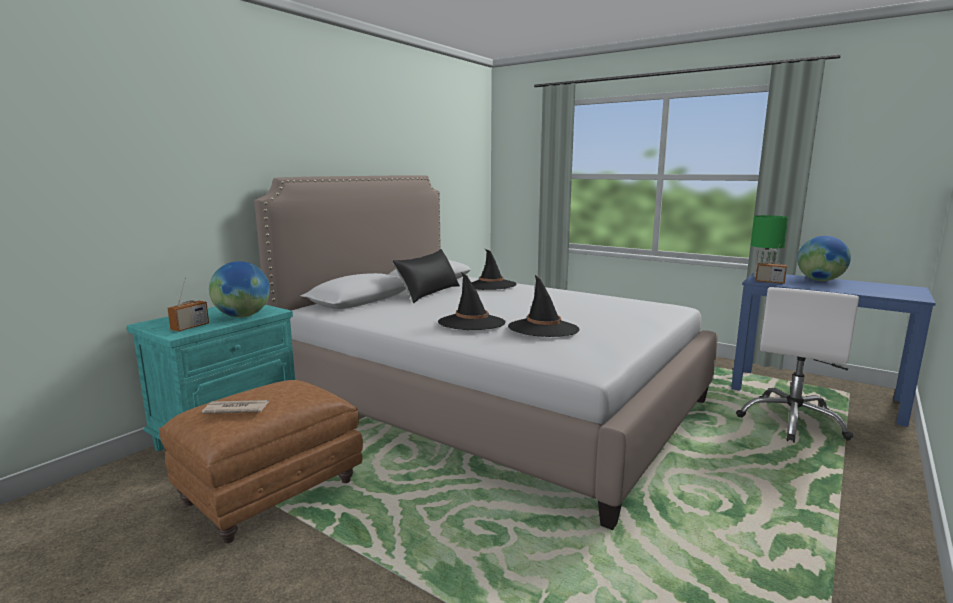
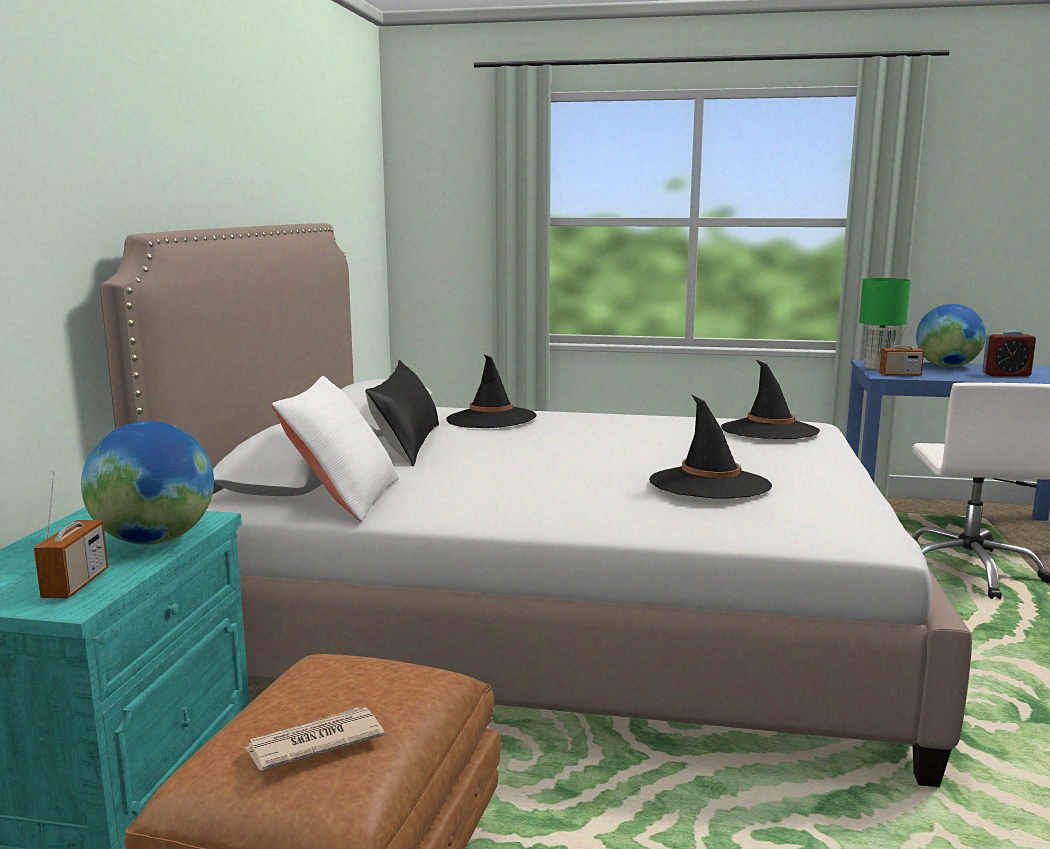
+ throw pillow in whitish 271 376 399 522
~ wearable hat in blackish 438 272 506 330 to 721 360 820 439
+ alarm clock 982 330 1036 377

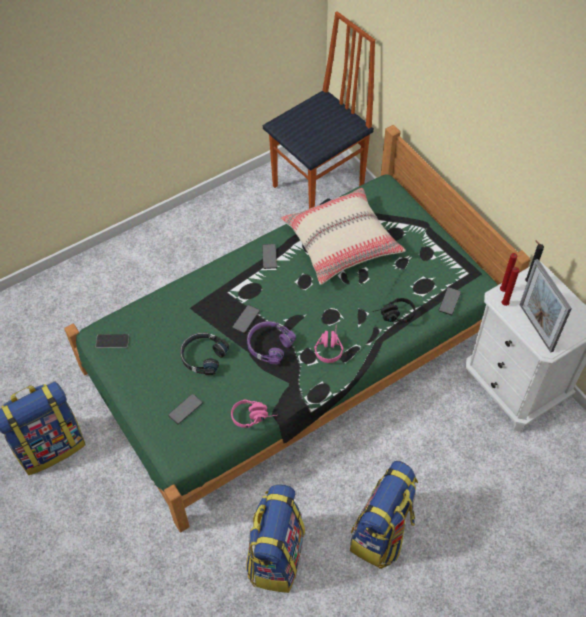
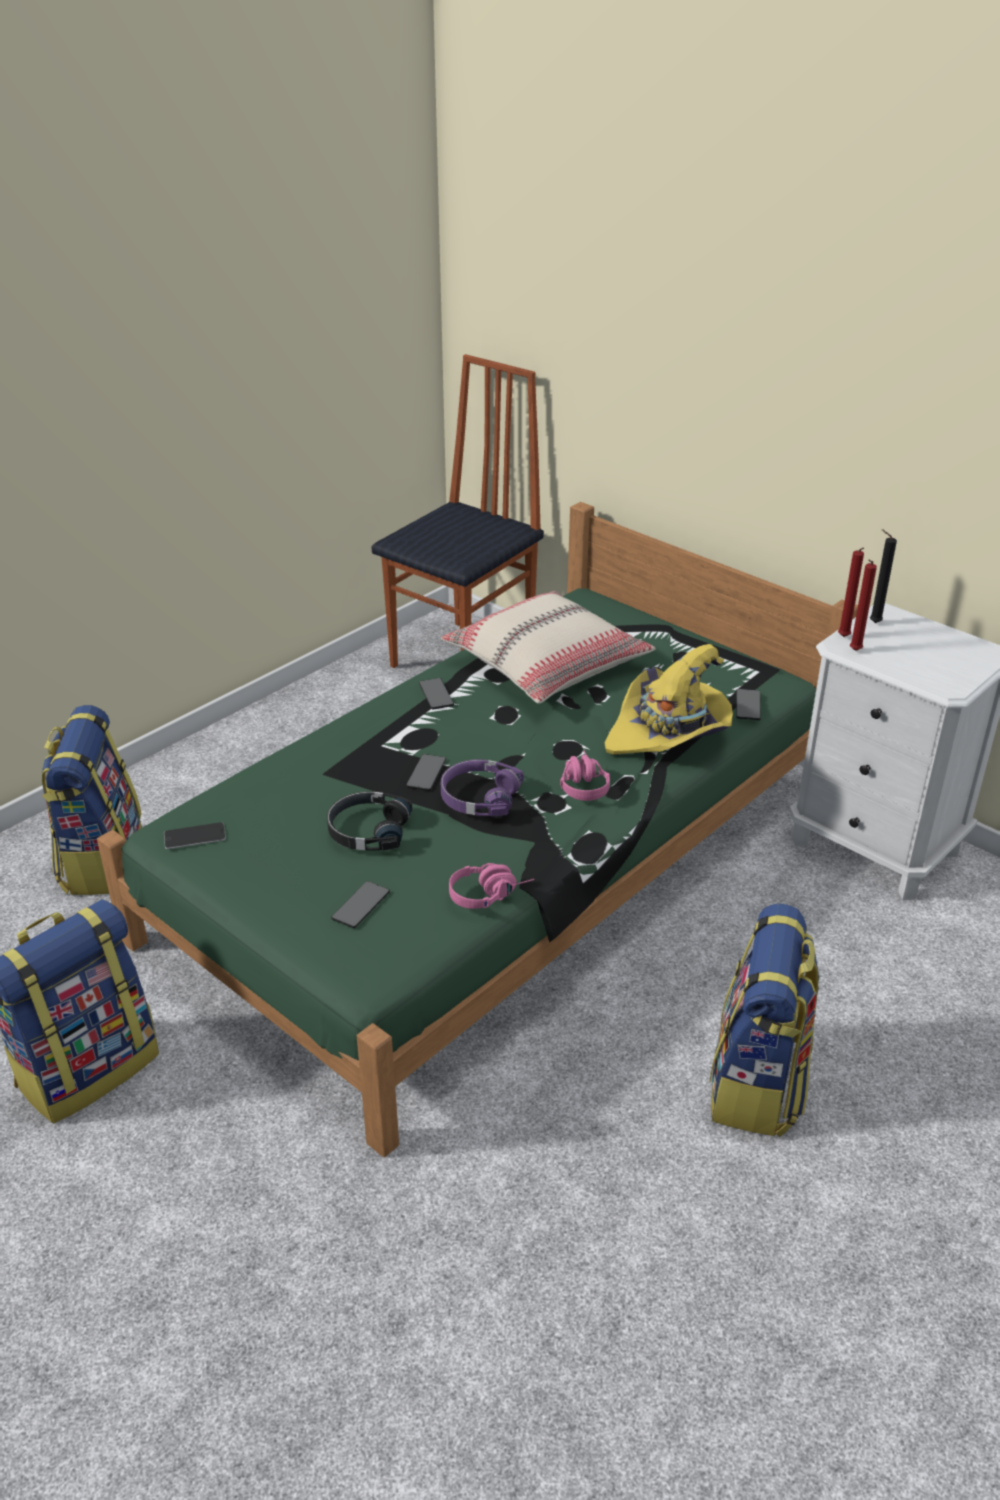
~ rucksack 246 485 305 593 to 42 705 142 895
~ headset in blackish 372 298 416 323 to wearable hat in yellow-coloured 604 644 733 755
- picture frame 520 259 572 353

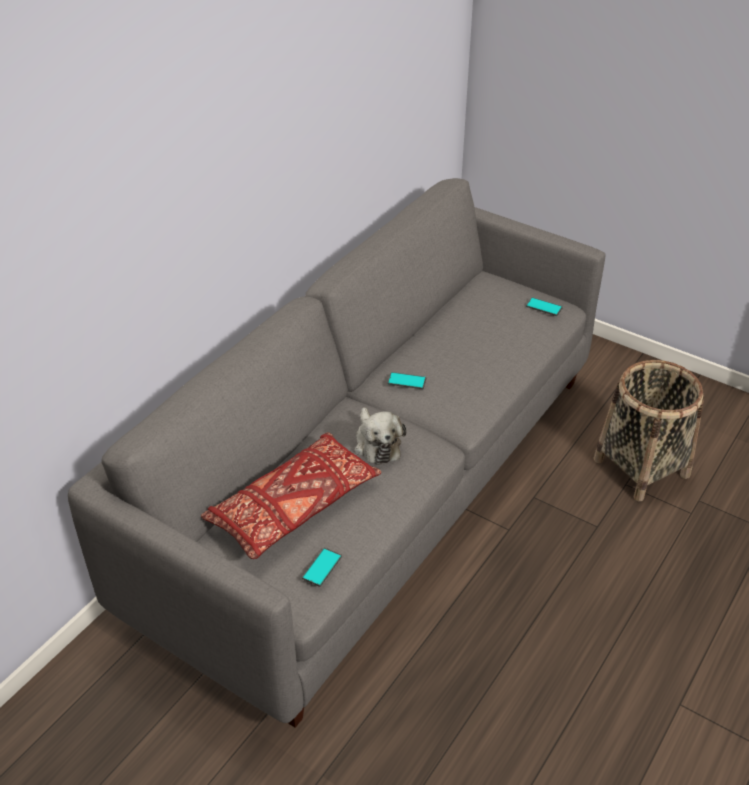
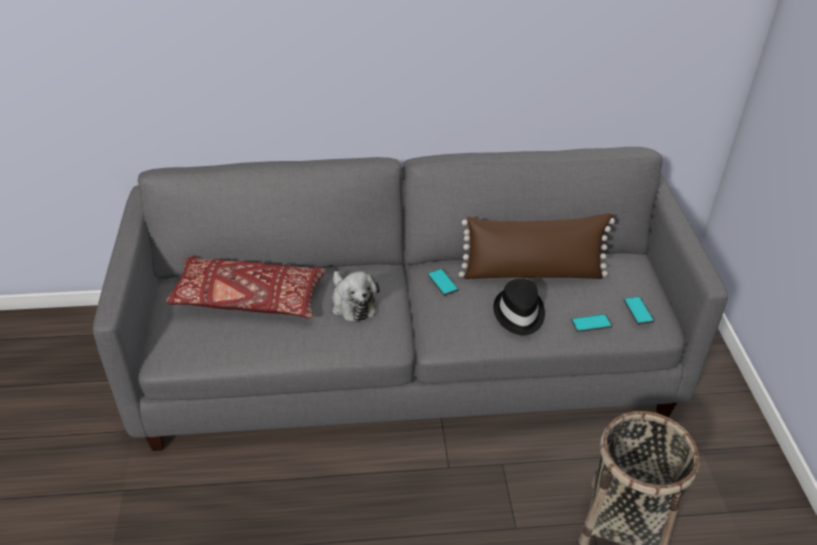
~ plush toy 354 407 406 465 = 332 271 379 322 60 degrees counterclockwise
+ throw pillow in brown-coloured 459 213 615 279
+ wearable hat in blackish 493 278 545 335
~ phone 302 548 342 587 to 571 314 612 332

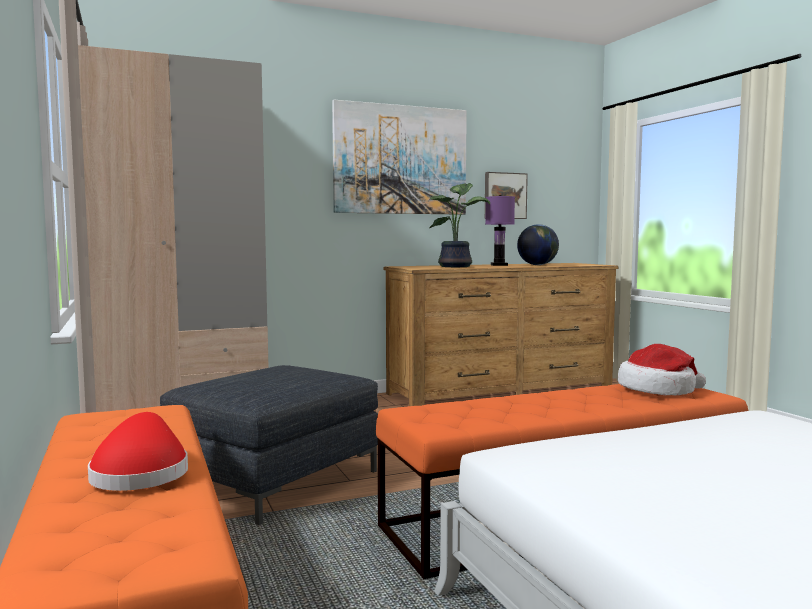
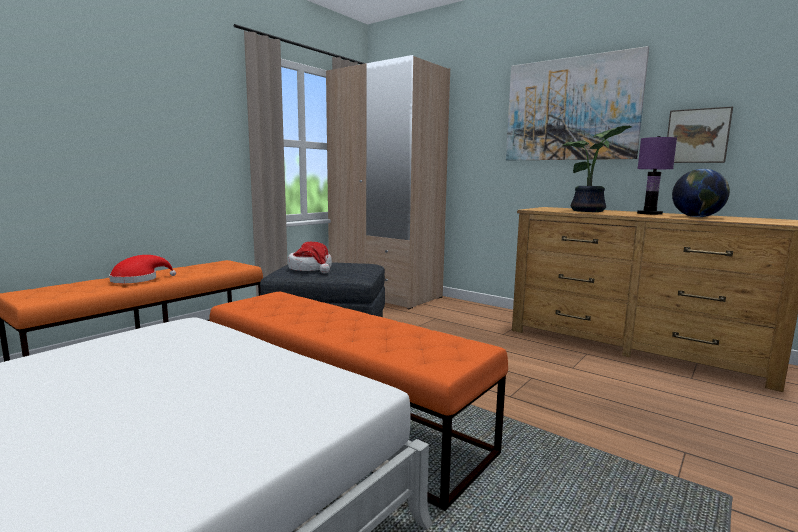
~ wearable hat 618 344 706 395 to 288 242 332 273

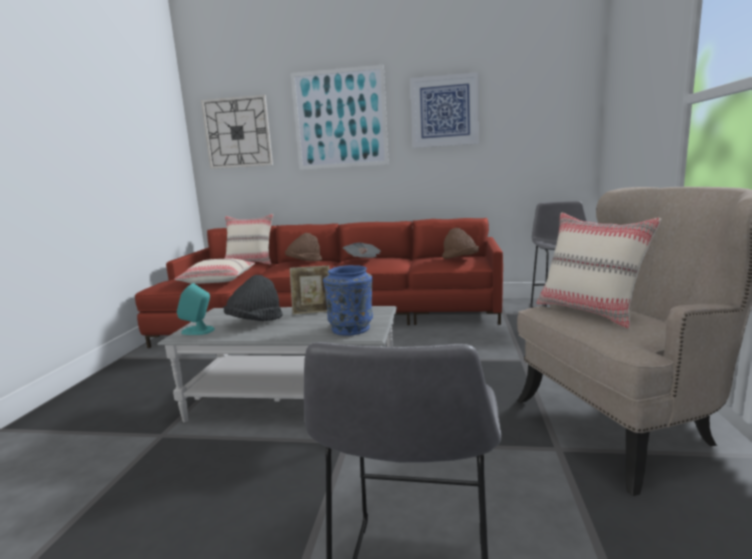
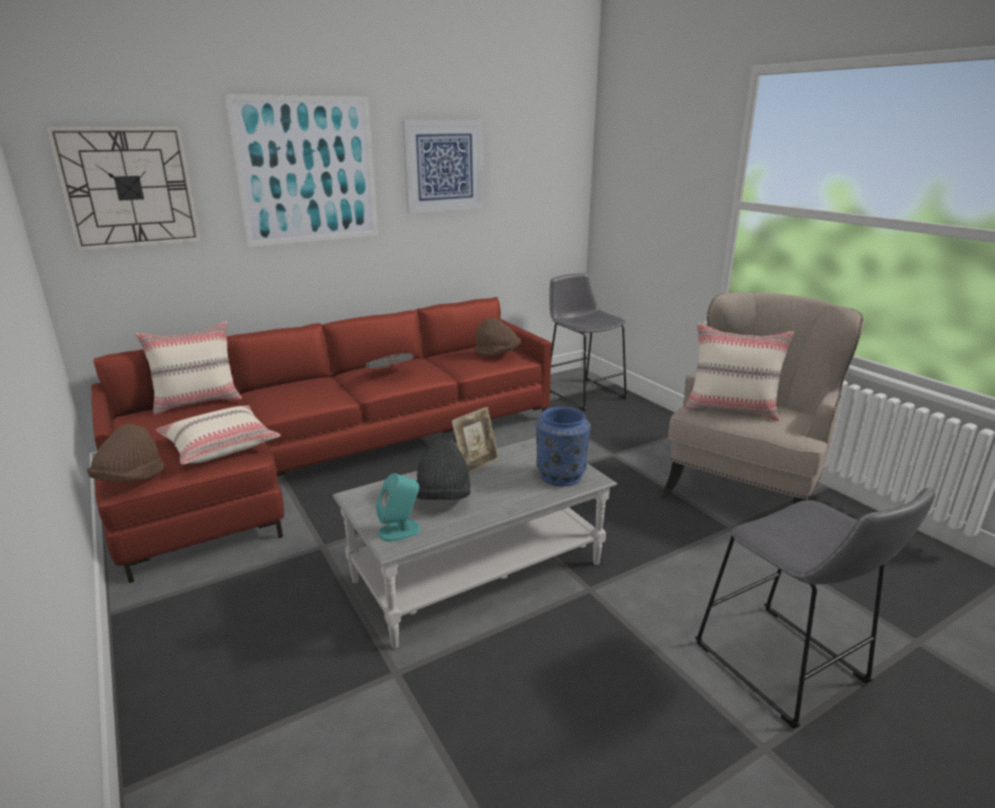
~ wearable hat in brown-coloured 285 233 322 261 to 87 424 164 482

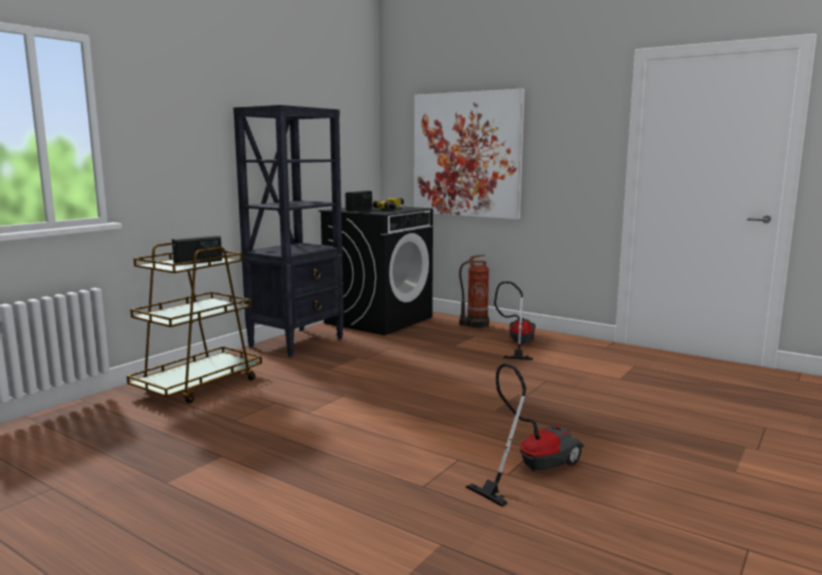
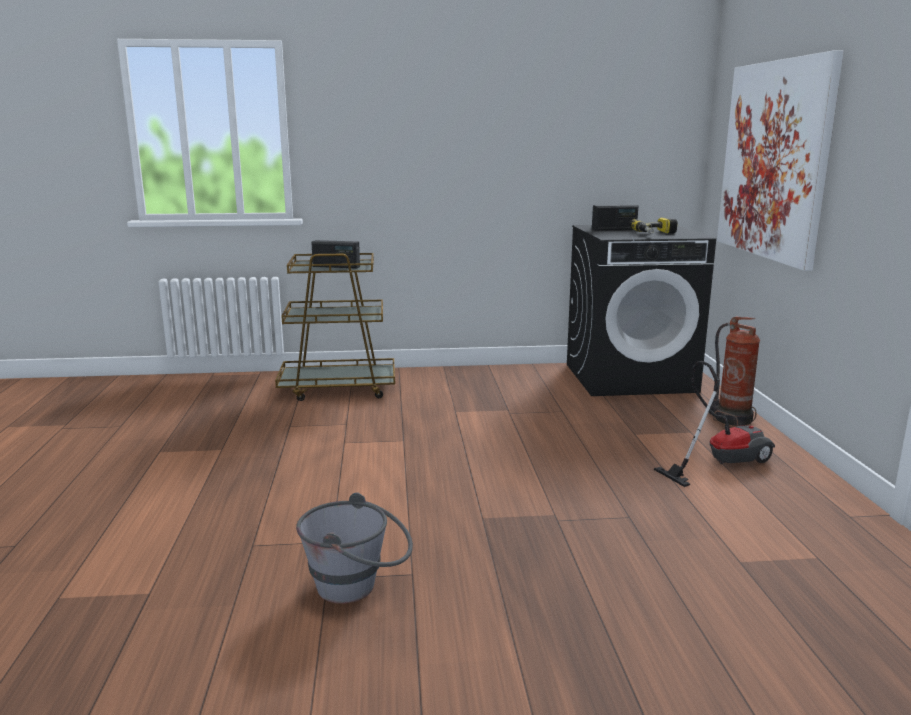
~ vacuum cleaner 466 363 583 507 to water bucket in grey 296 492 413 604
- bookcase in blackish 233 105 344 357

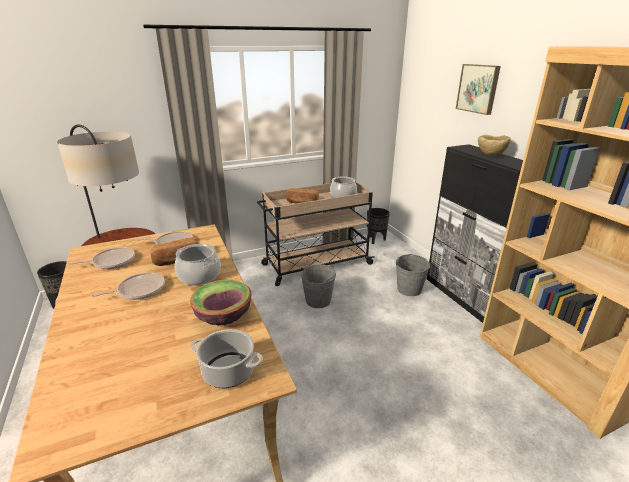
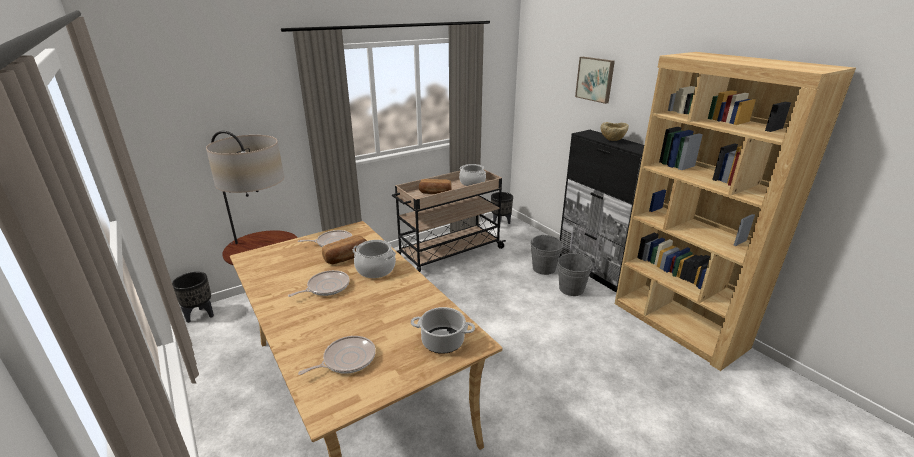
~ skillet 68 247 135 269 to 298 336 376 375
~ water bucket in grey 301 264 336 308 to 558 253 593 296
- serving bowl 190 280 251 326

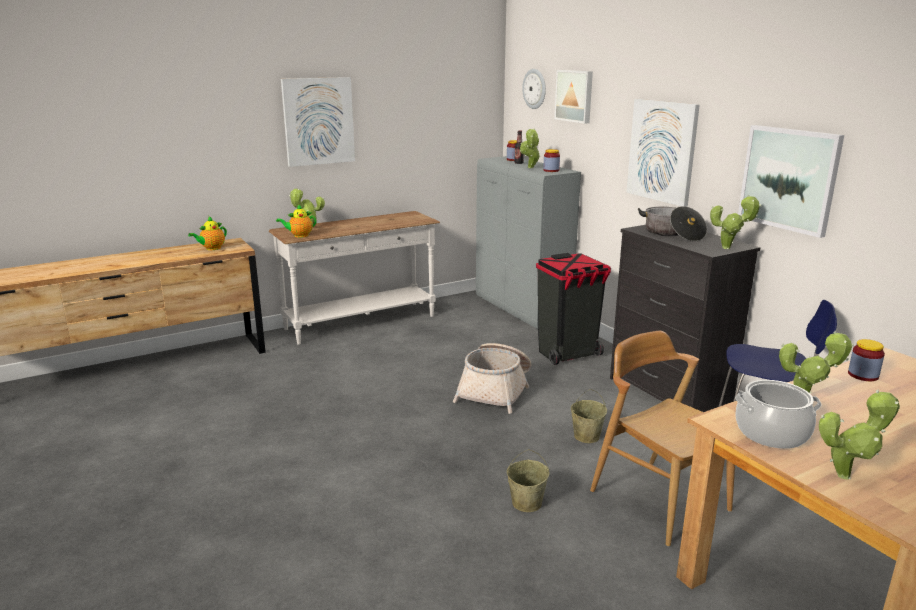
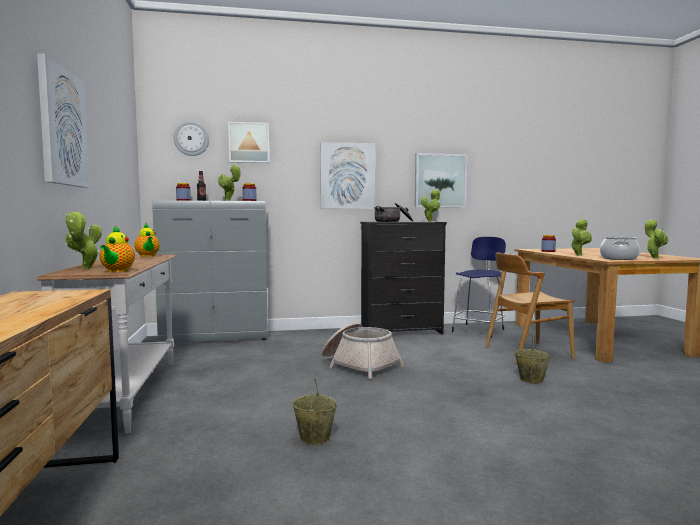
~ teapot 188 216 227 250 to 134 223 160 257
~ water bucket in beige 571 389 607 443 to 292 378 337 445
- rubbish bin in blackish 536 253 611 365

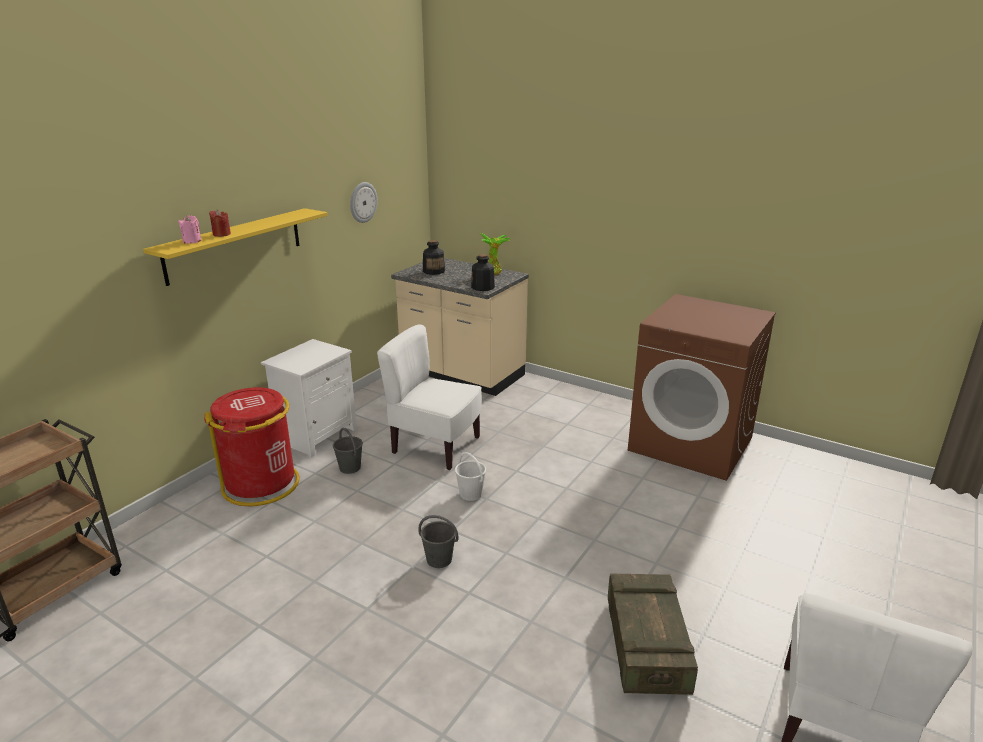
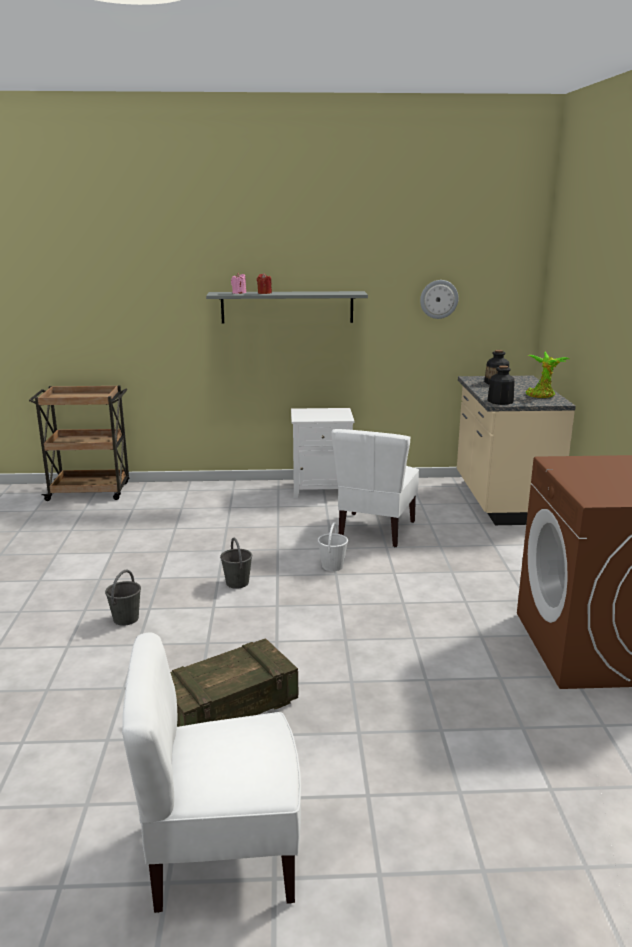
~ water bucket in grey 333 428 363 474 to 105 570 141 626
~ wall shelf in yellow-coloured 143 208 328 286 to wall shelf in grey 206 291 368 324
~ upright chair in whitish 377 325 482 470 = 331 429 419 547 150 degrees counterclockwise
- rubbish bin in reddish 204 387 299 506

